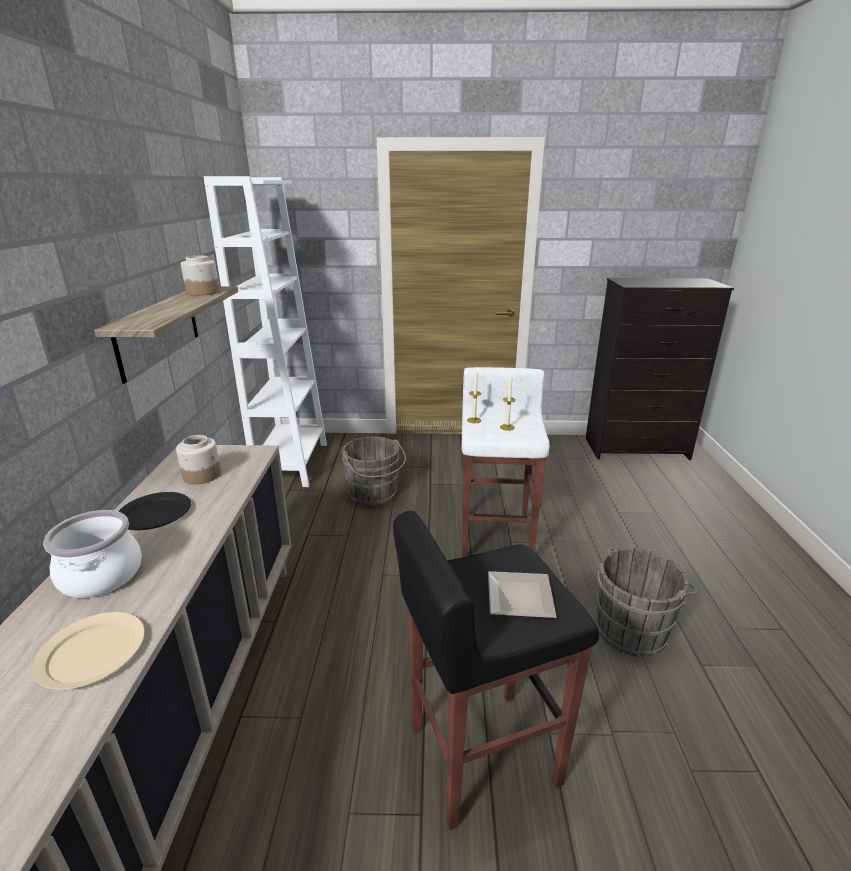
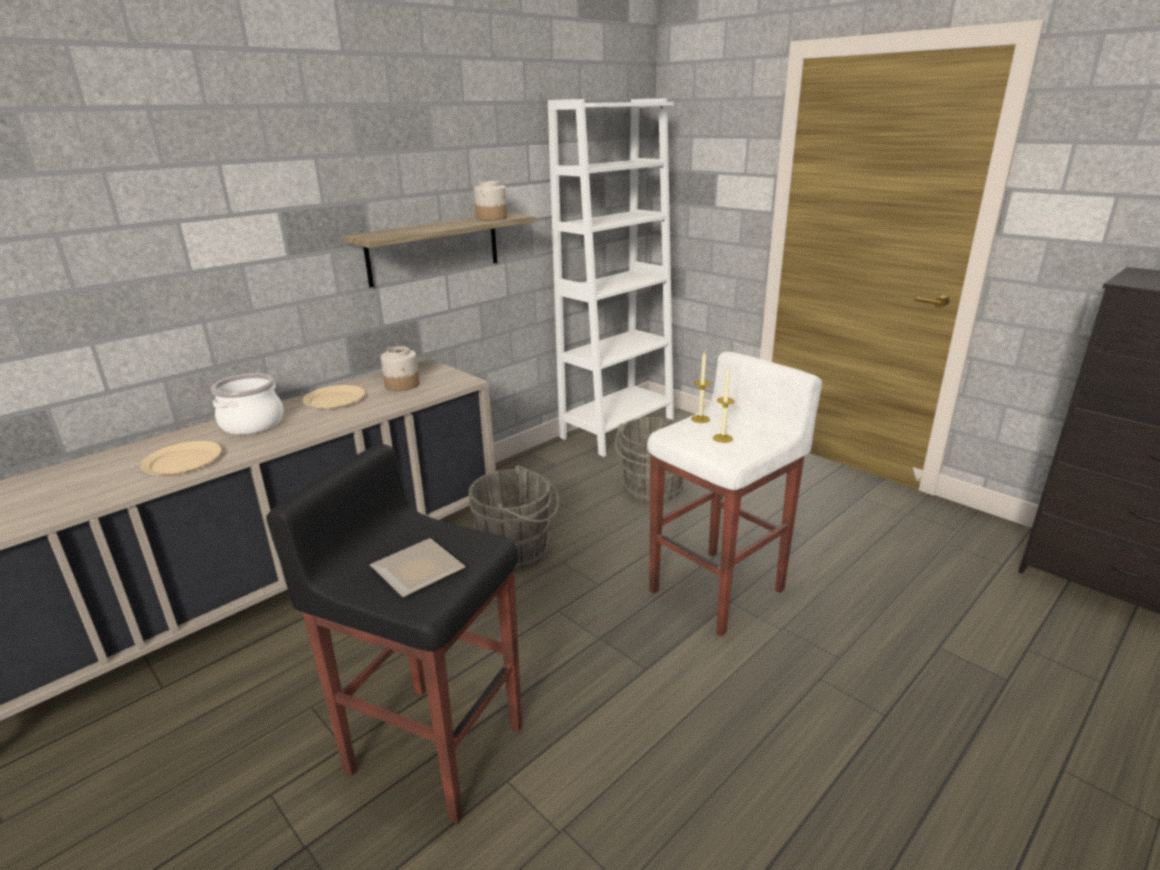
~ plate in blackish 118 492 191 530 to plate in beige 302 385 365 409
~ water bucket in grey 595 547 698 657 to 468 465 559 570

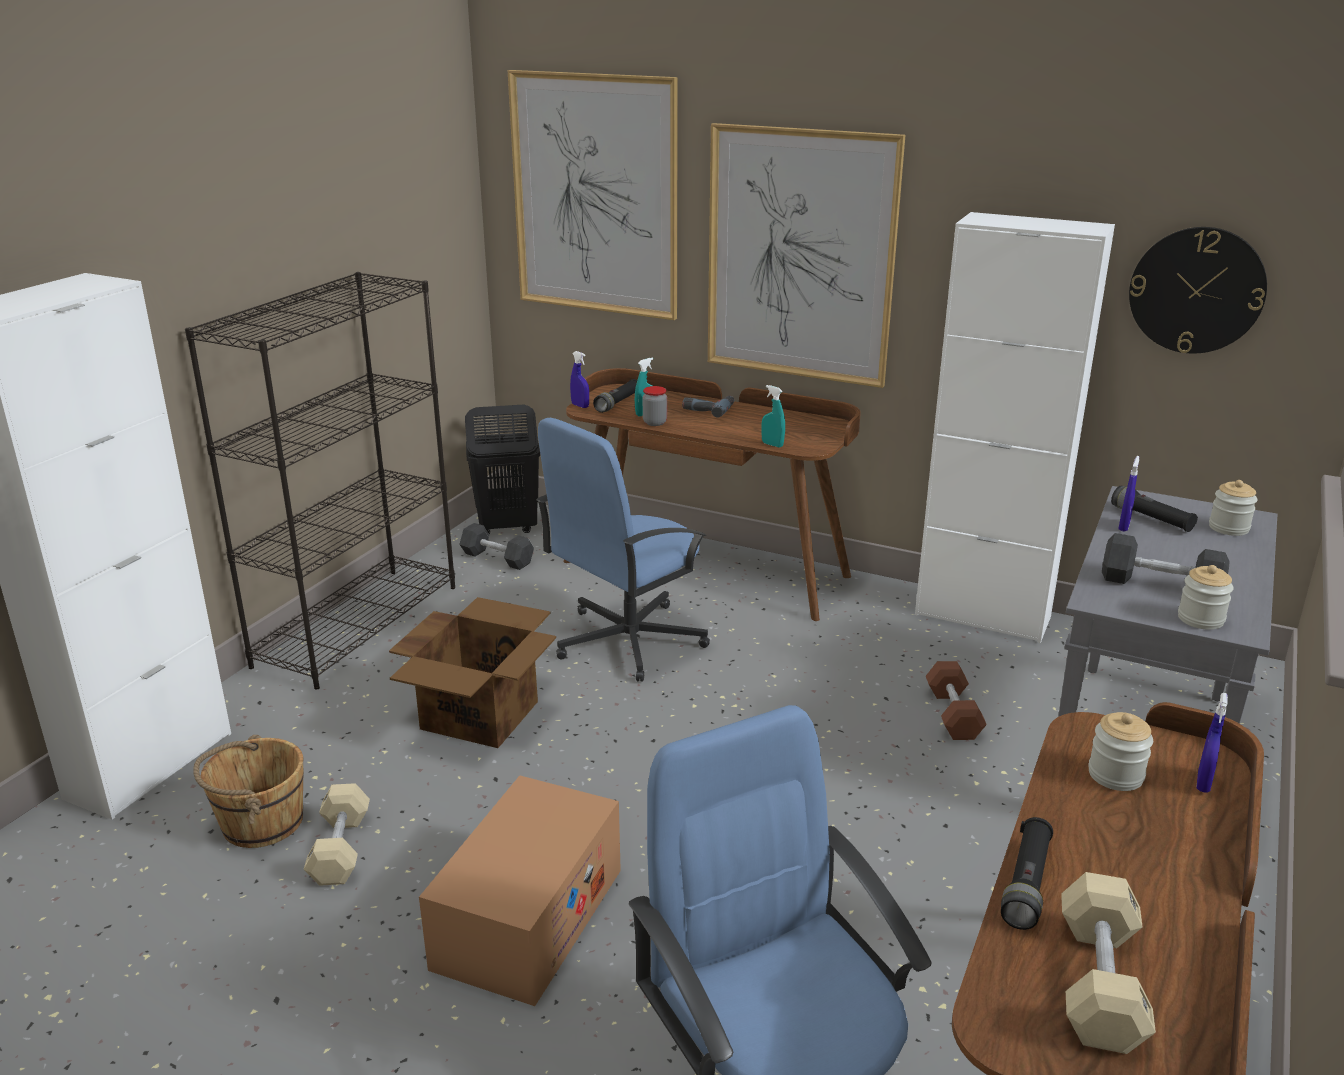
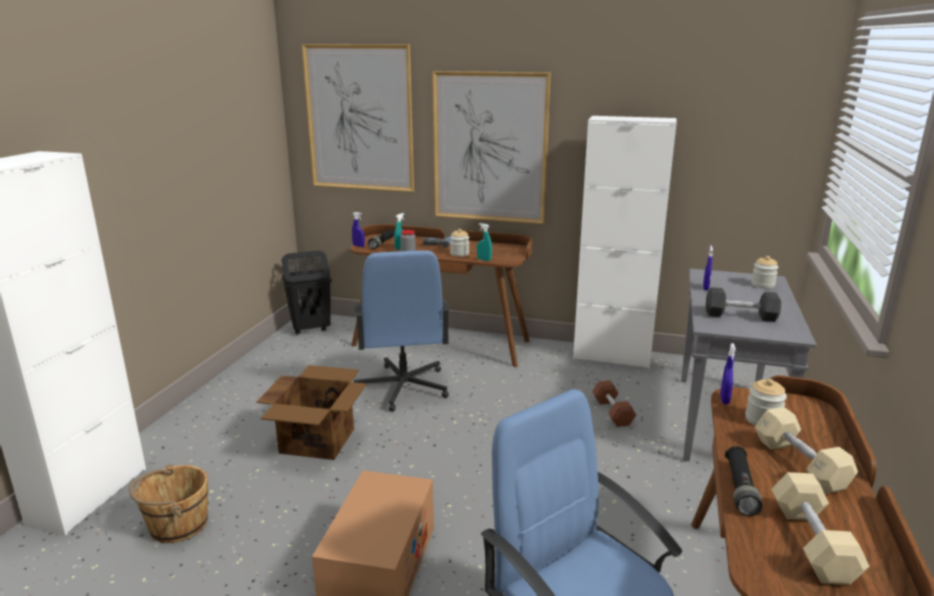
~ computer chair in bluish 536 418 710 682 = 354 250 450 412 45 degrees counterclockwise
~ storage jar 1178 565 1234 630 to 450 229 469 257
~ spray bottle in bluish 1196 693 1228 793 to 720 343 736 404
~ free weight in beige 304 783 370 886 to 755 407 858 494
- bookcase in blackish 185 272 455 690
- free weight in blackish 459 523 534 570
- hand torch in blackish 1111 486 1198 532
- hanging clock 1129 227 1267 353

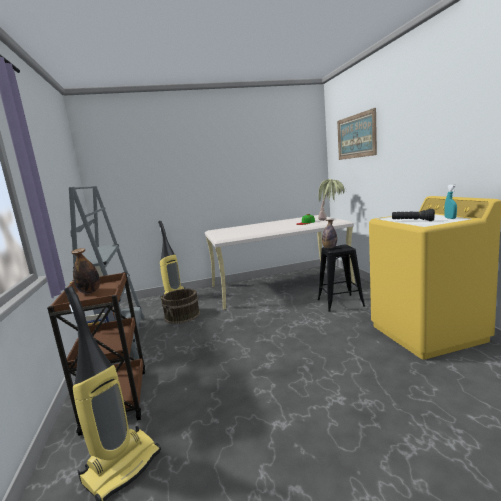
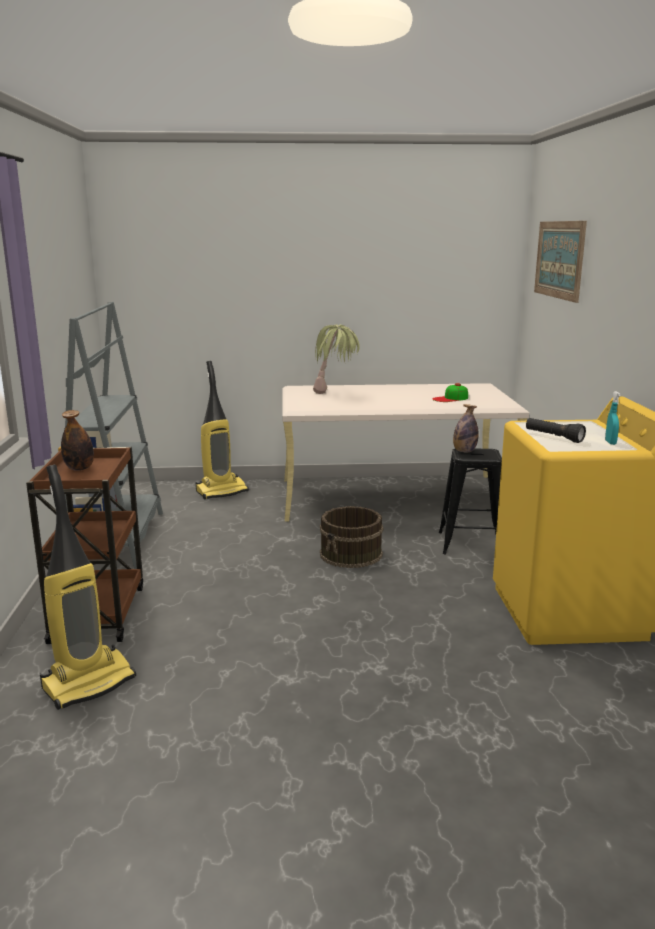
~ houseplant 317 179 346 221 to 313 324 360 394
~ water bucket in brown-coloured 162 289 200 324 to 320 506 383 568

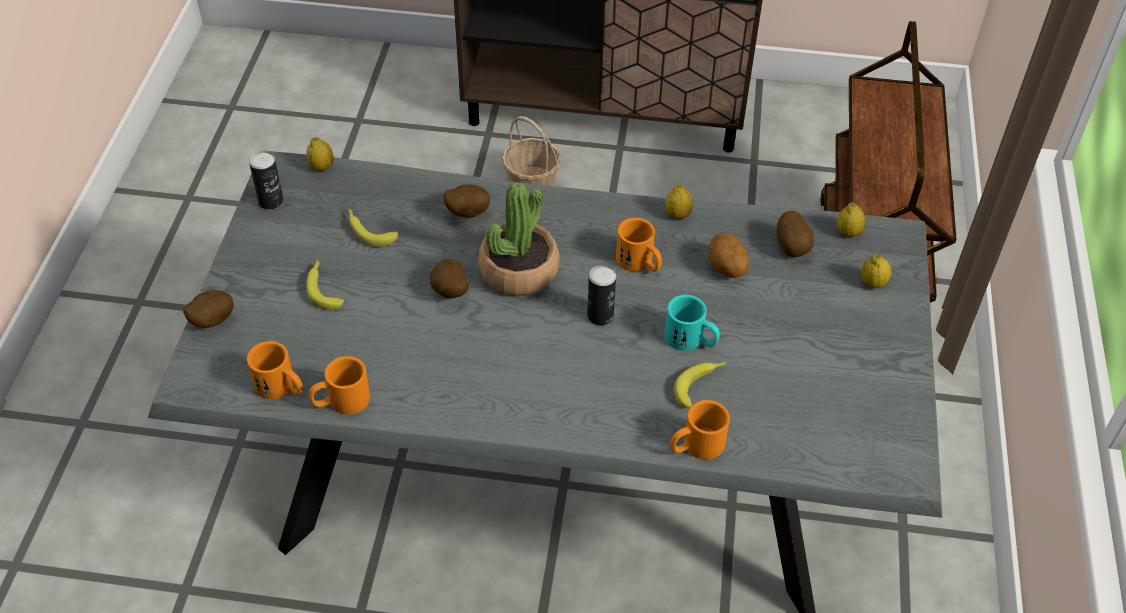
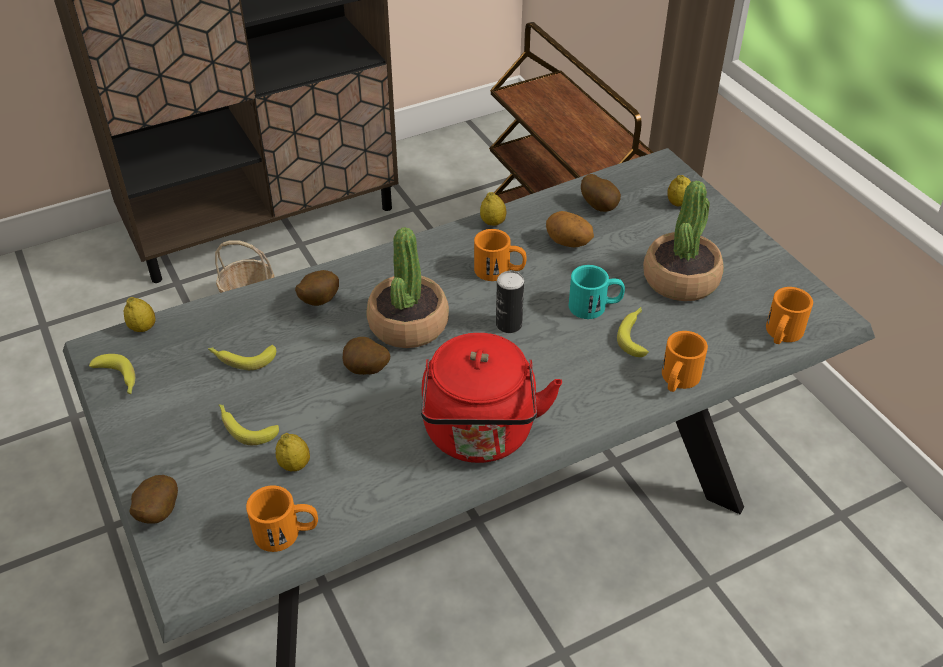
~ can 249 151 283 210 to whole banana 89 354 135 394
~ whole lemon 837 203 866 237 to 276 433 310 471
+ water kettle in reddish 421 333 562 463
+ houseplant 643 181 724 301
~ mug in orange-coloured 309 356 370 415 to 766 287 813 344

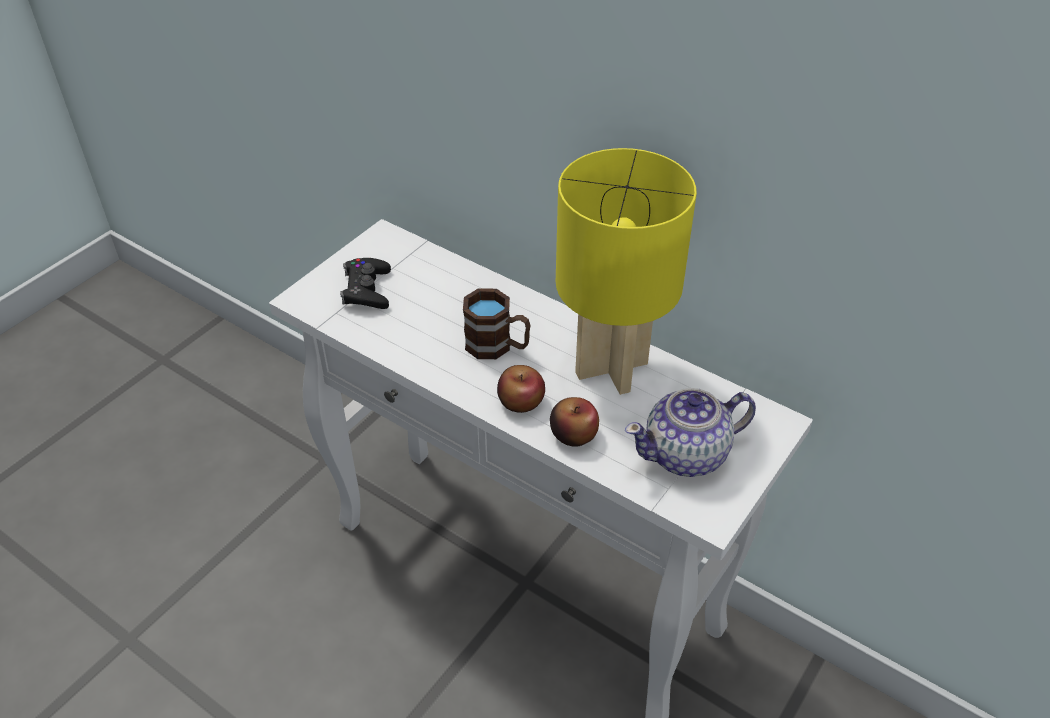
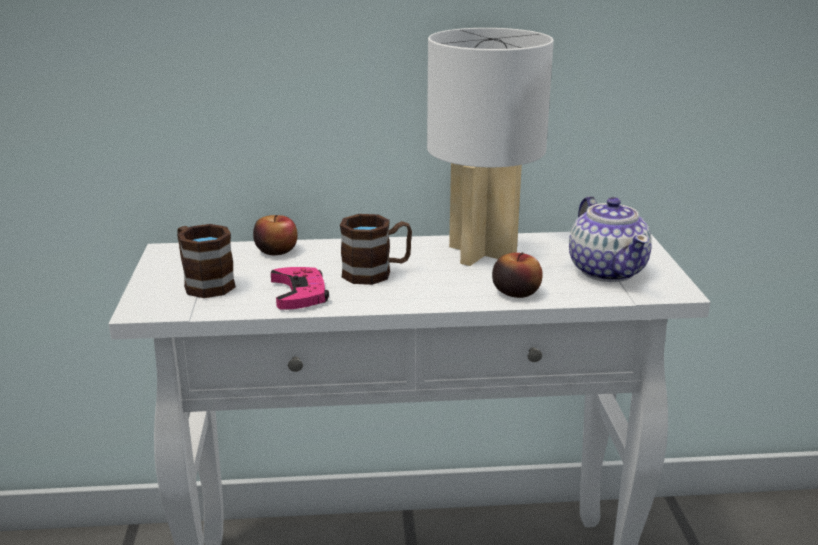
~ game controller in blackish 340 258 391 309 to mug in brown-coloured 177 224 236 298
~ apple fruit 497 365 545 413 to 253 215 298 255
+ game controller in pinkish 271 267 329 310
~ table lamp in yellow-coloured 556 148 697 395 to table lamp in whitish 427 28 554 266
~ teapot 625 388 756 477 = 569 196 652 282 45 degrees counterclockwise

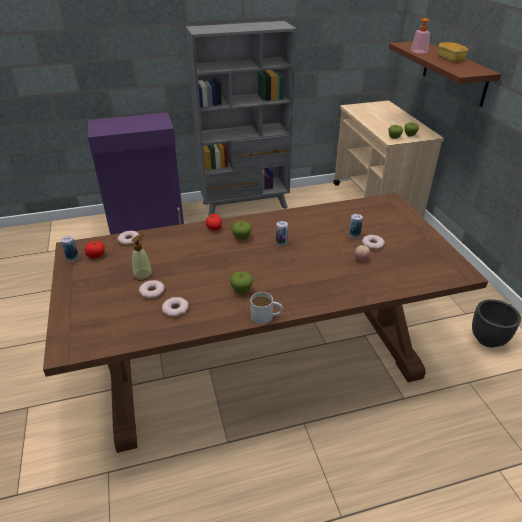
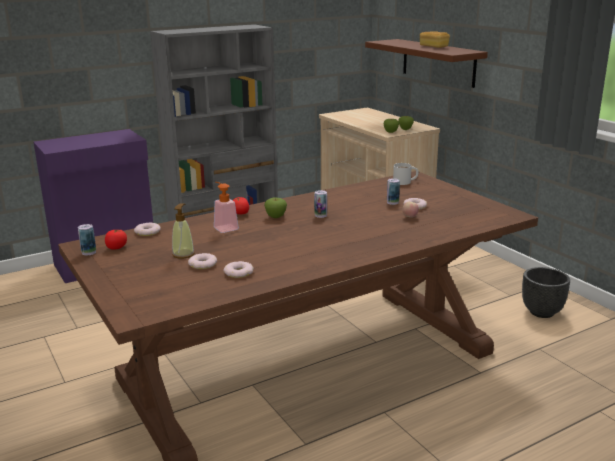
~ liquid soap bottle 411 18 430 54 to 214 182 239 233
~ mug in whitish 250 292 283 324 to 393 163 418 185
- apple fruit 230 271 253 294

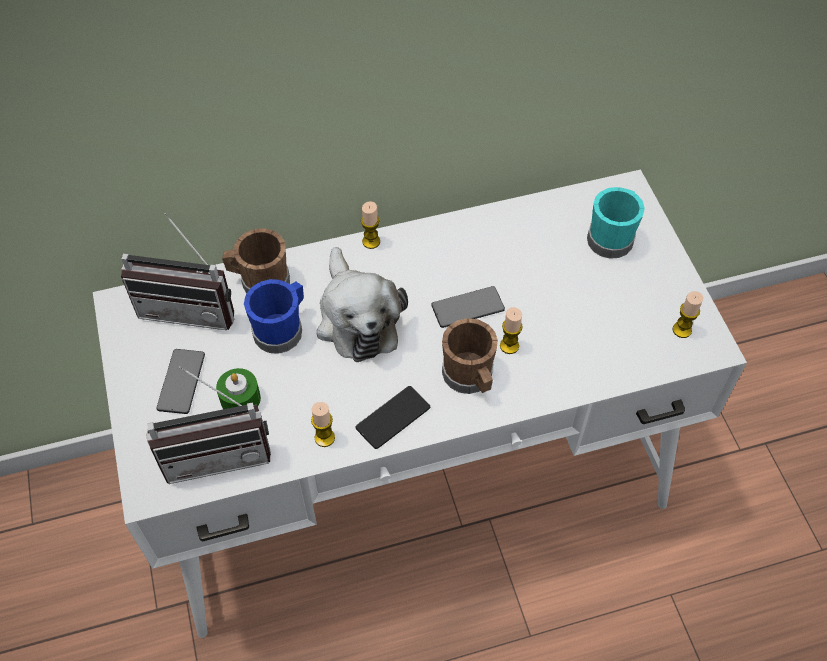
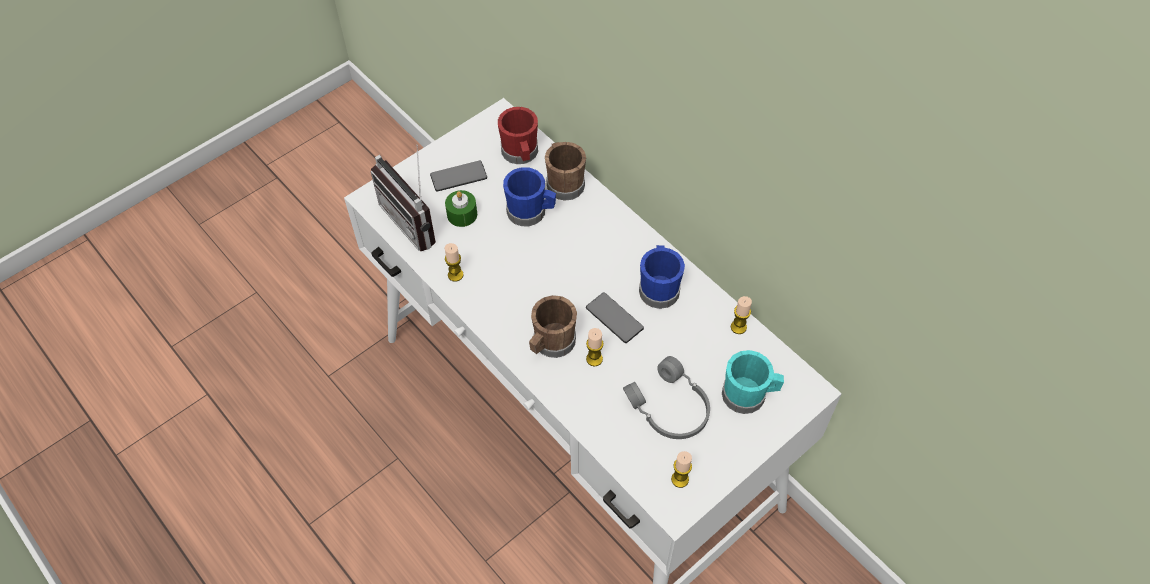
~ radio receiver 121 213 234 330 to mug in reddish 498 107 538 164
+ headset in grey 623 356 710 439
+ mug in bluish 639 245 685 309
~ candle 361 201 380 249 to 731 296 752 334
- plush toy 316 247 408 362
- phone 356 386 430 449

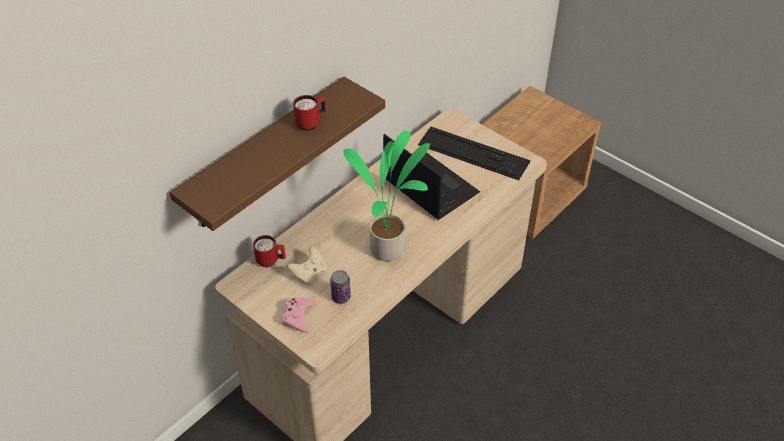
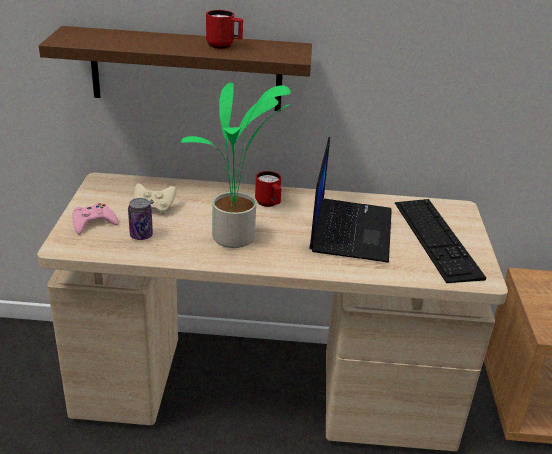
~ mug in reddish 253 235 286 267 to 255 171 282 207

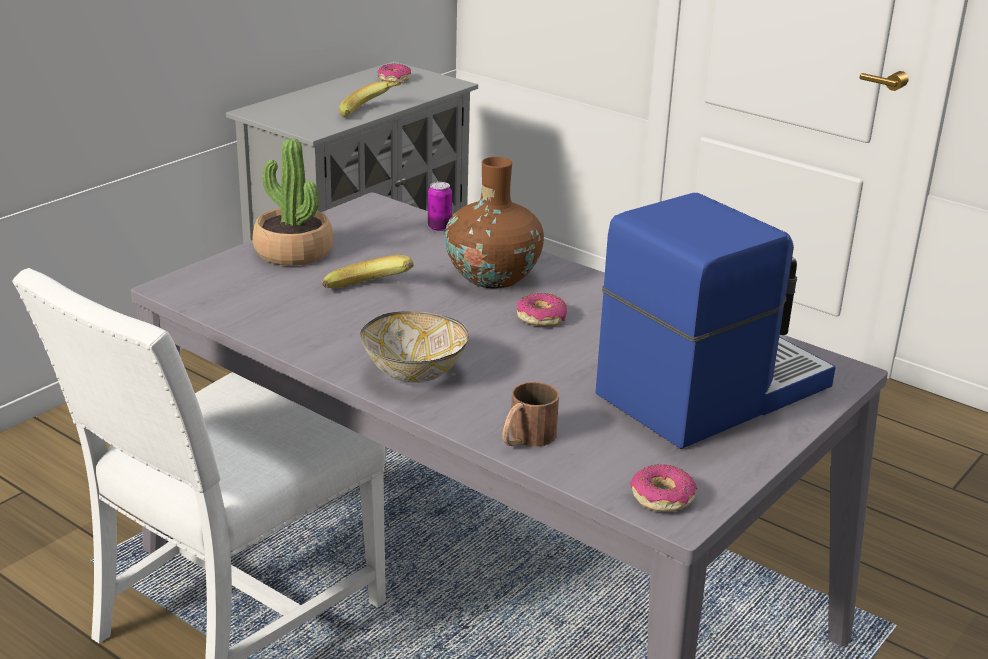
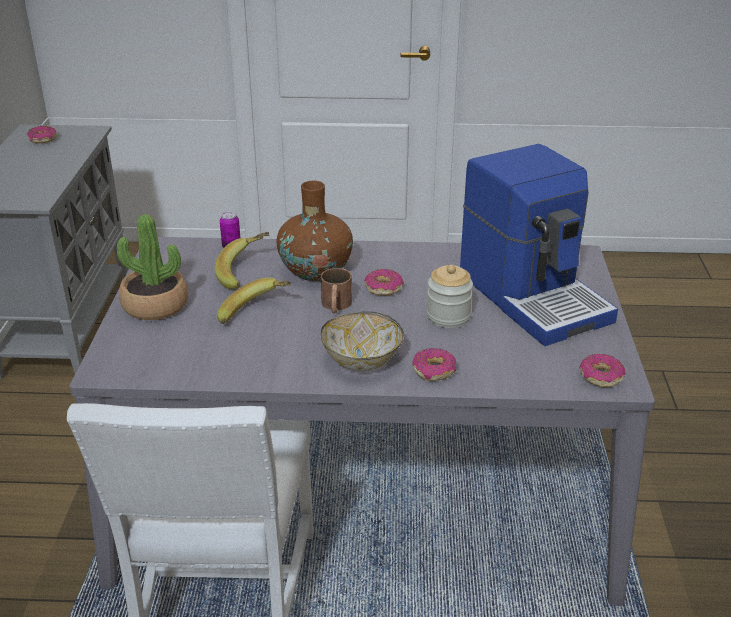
~ whole banana 339 79 406 117 to 215 232 269 289
~ mug in brown-coloured 502 382 559 447 to 321 268 352 314
+ ring doughnut 412 348 456 381
+ storage jar 427 265 473 328
~ coffee maker 596 193 836 449 = 460 144 618 346 135 degrees clockwise

